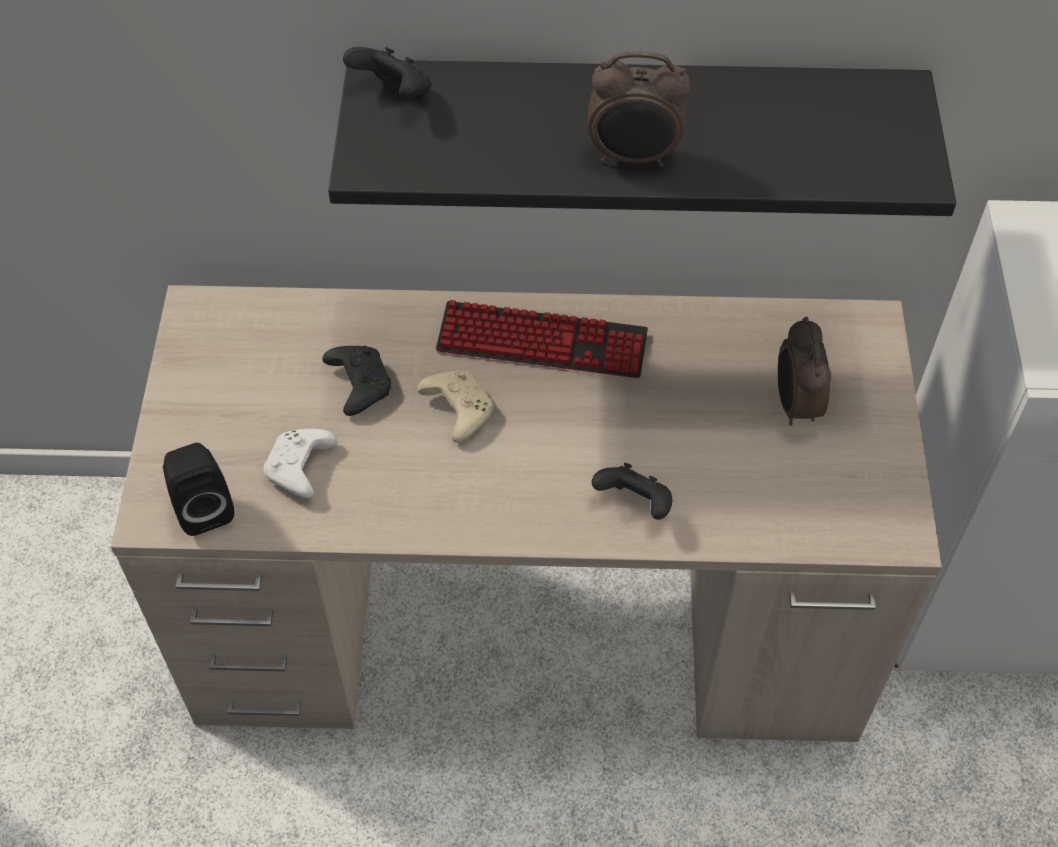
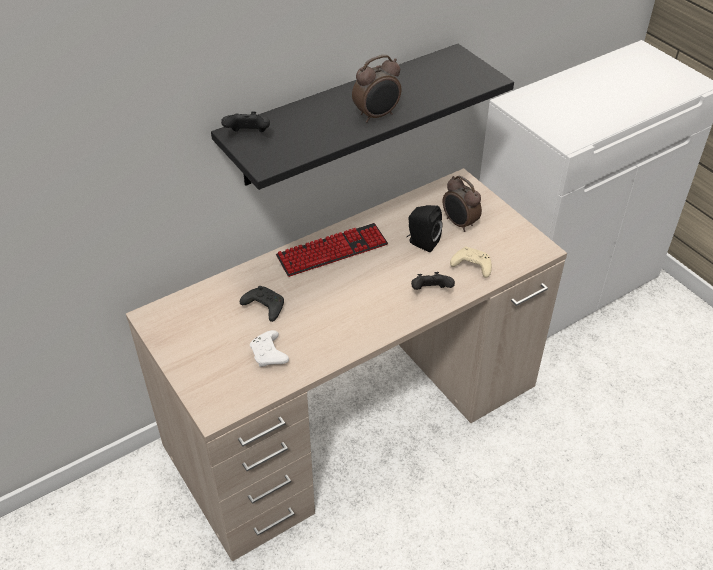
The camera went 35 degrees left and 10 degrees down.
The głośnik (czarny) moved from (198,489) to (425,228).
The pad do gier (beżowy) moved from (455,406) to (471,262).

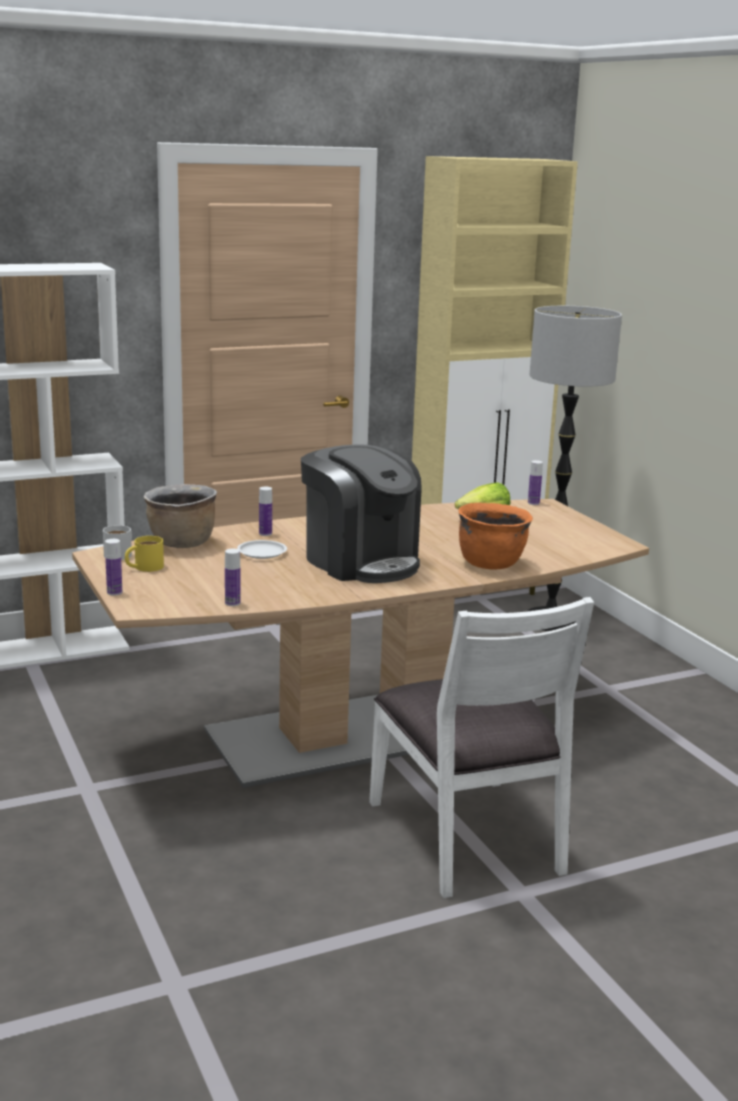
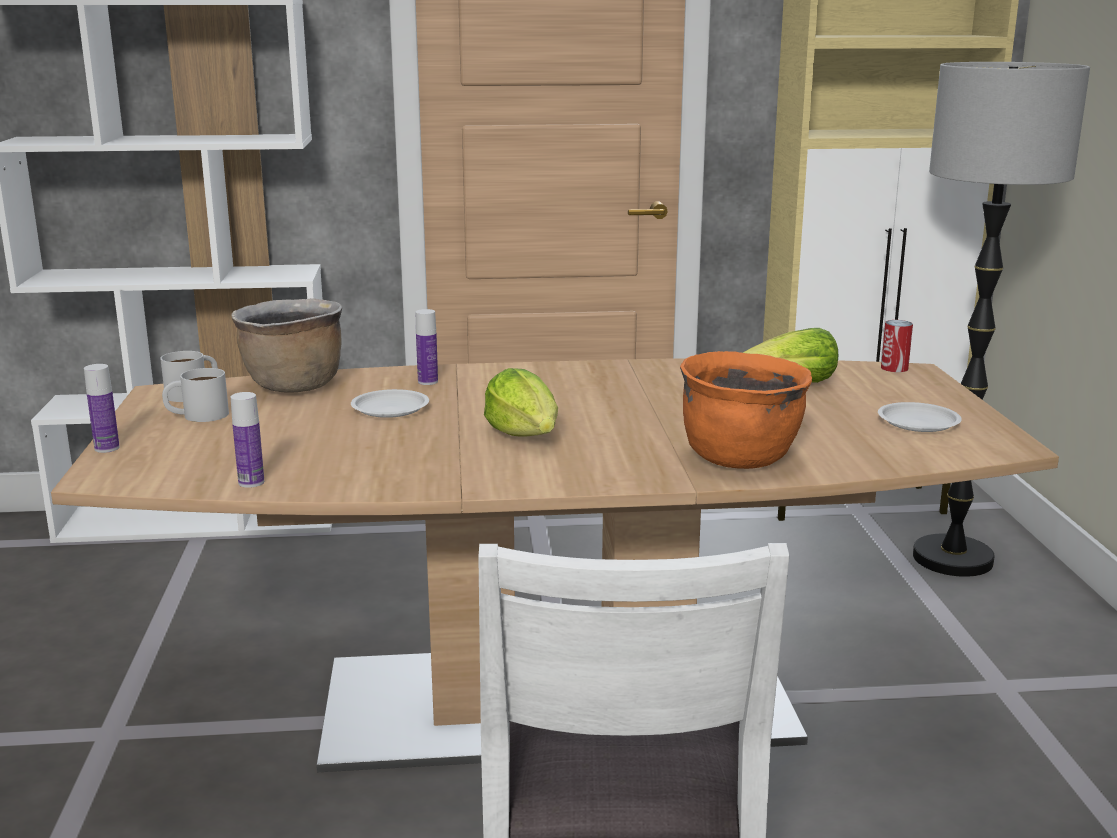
The camera went 20 degrees right and 0 degrees up.
The talerz (biały) at (920,417) appeared.
The ekspres do kawy at (361,514) was replaced by the sałata at (521,402).
The butelka at (535,482) was replaced by the puszka at (897,346).
The kubek (żółty) at (144,554) became the kubek (biały) at (195,395).

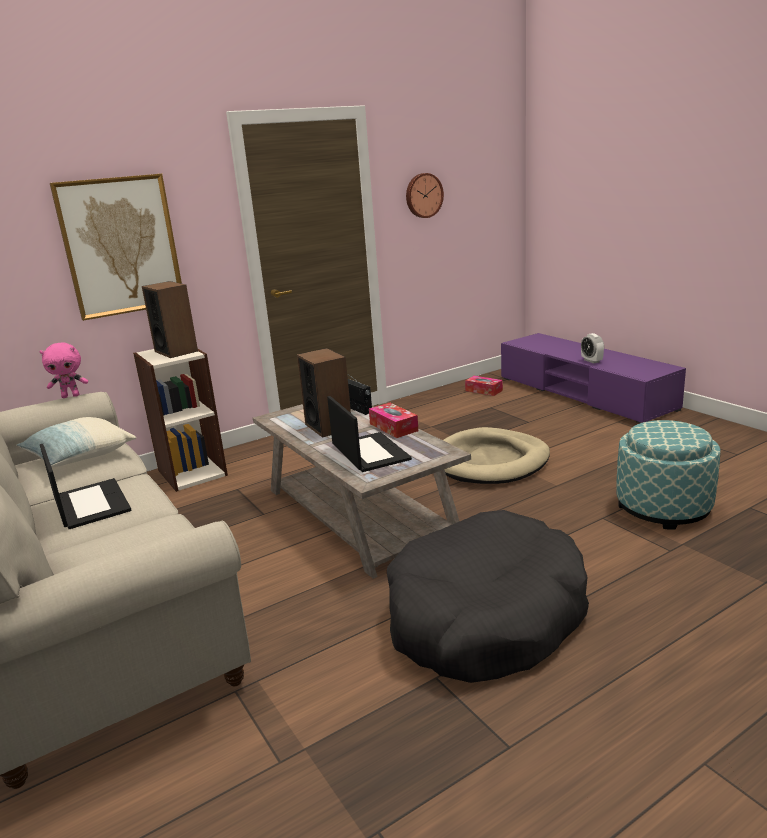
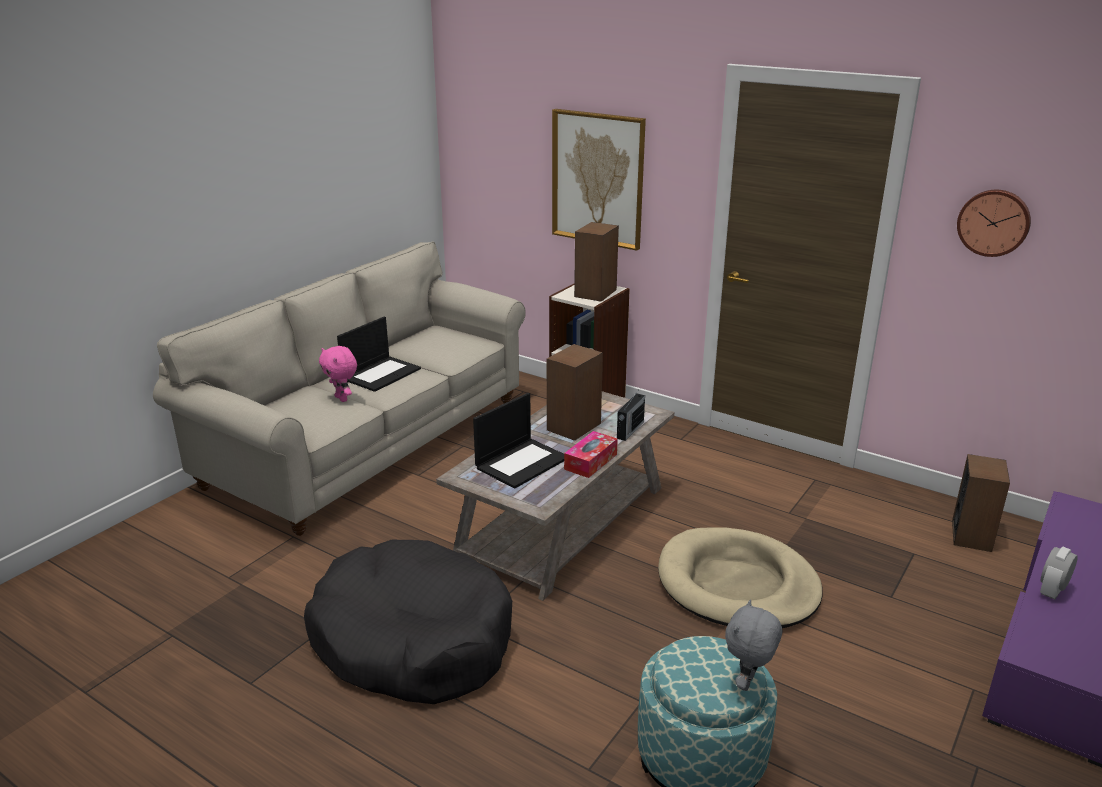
The camera went 65 degrees right and 5 degrees up.
The poduszka at (76,442) disappeared.
The pluszak (szary) at (753,645) appeared.
The pluszak (różowy) moved from (64,370) to (338,374).
The pudełko chusteczek at (484,386) was replaced by the głośnik at (981,503).

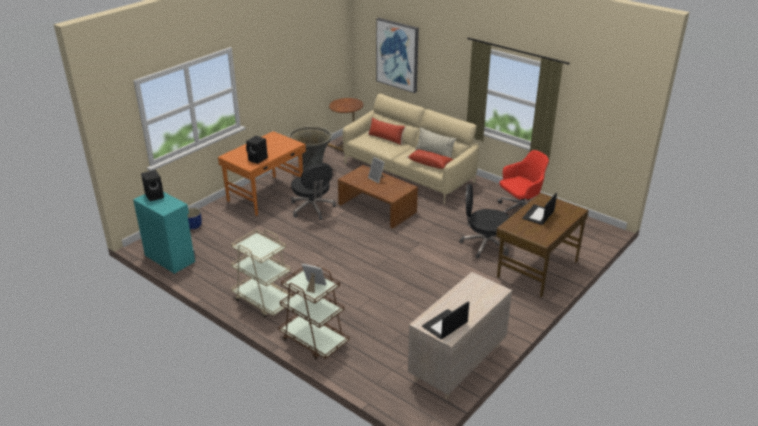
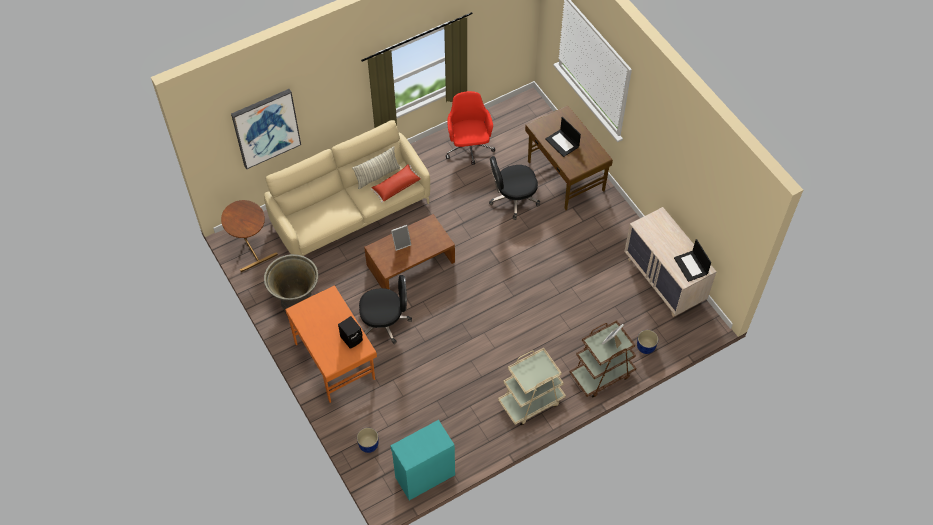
The camera went 70 degrees left and 25 degrees up.
The głośnik (czarny) at (152,185) disappeared.
The poduszka (czerwony) at (387,131) disappeared.
The donica (niebieski) at (647,342) appeared.
The krzesło biurowe (czarny) at (484,221) turned 45 degrees clockwise.

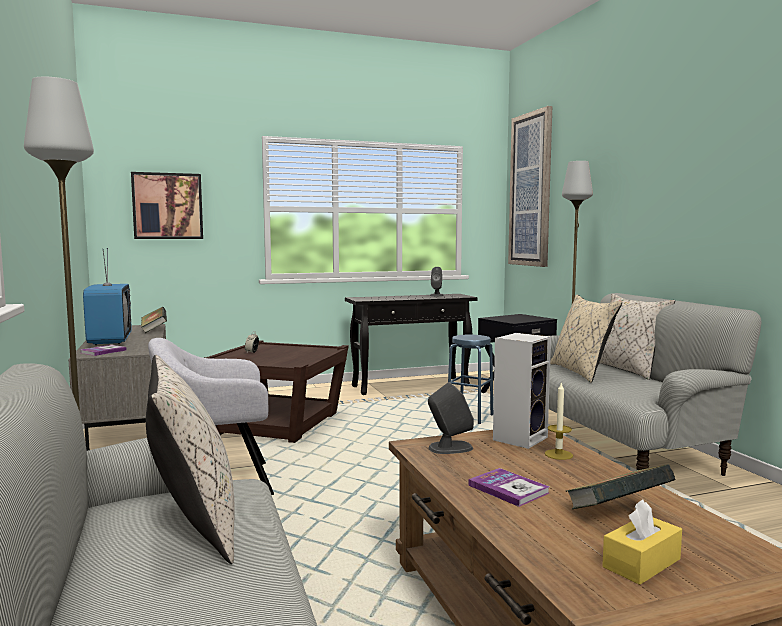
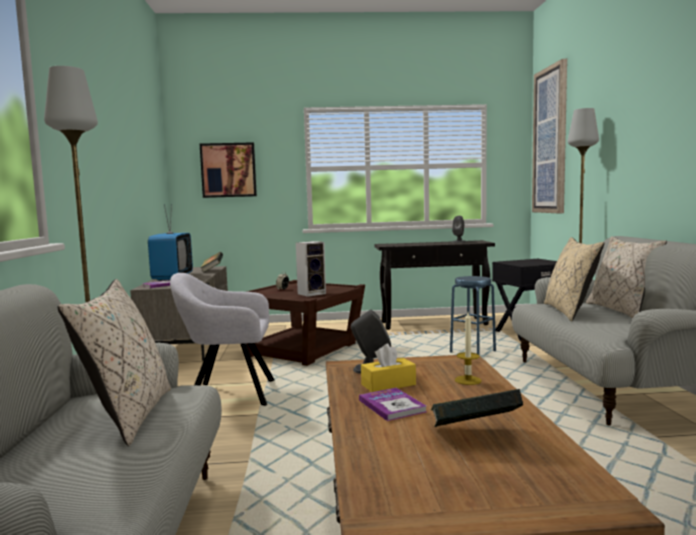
The camera went 15 degrees right and 0 degrees up.
The głośnik moved from (522,391) to (311,269).
The pudełko chusteczek (żółty) moved from (642,542) to (388,368).

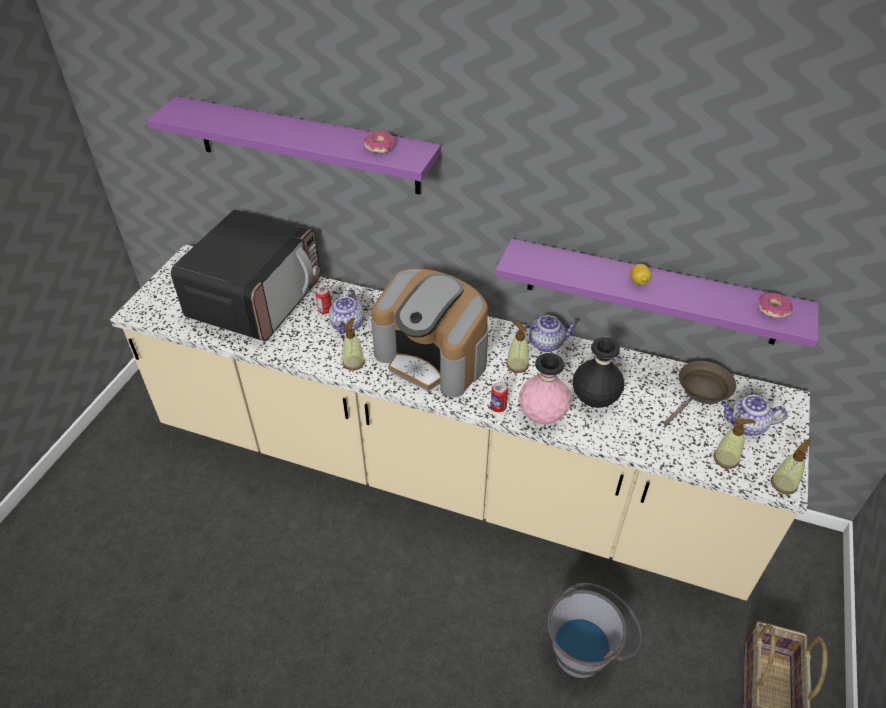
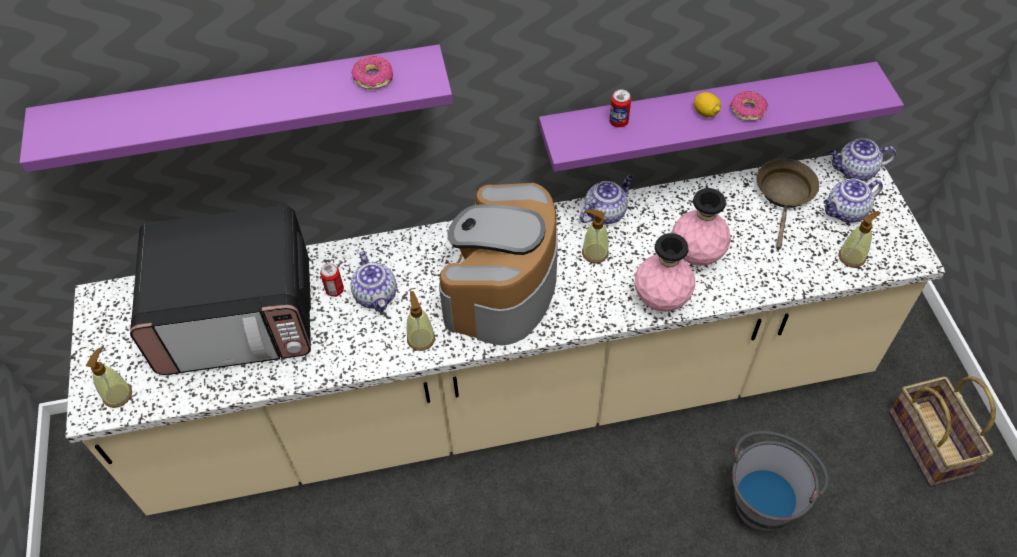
The camera went 30 degrees left and 10 degrees up.
The imbryk at (862,159) appeared.
The puszka moved from (499,397) to (620,109).
The donut moved from (775,305) to (749,106).
The dozownik mydła moved from (791,467) to (109,378).
The wazon (czarny) at (598,372) became the wazon (różowy) at (701,227).
The mikrofalówka at (246,275) turned 90 degrees clockwise.
The ekspres do kawy at (430,332) turned 105 degrees clockwise.

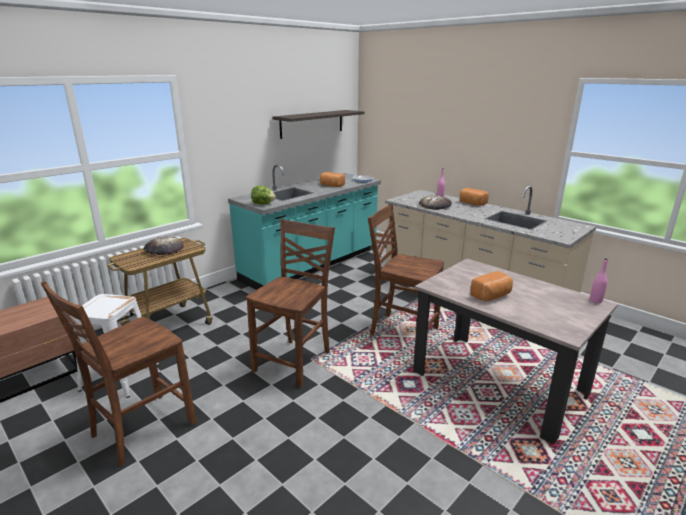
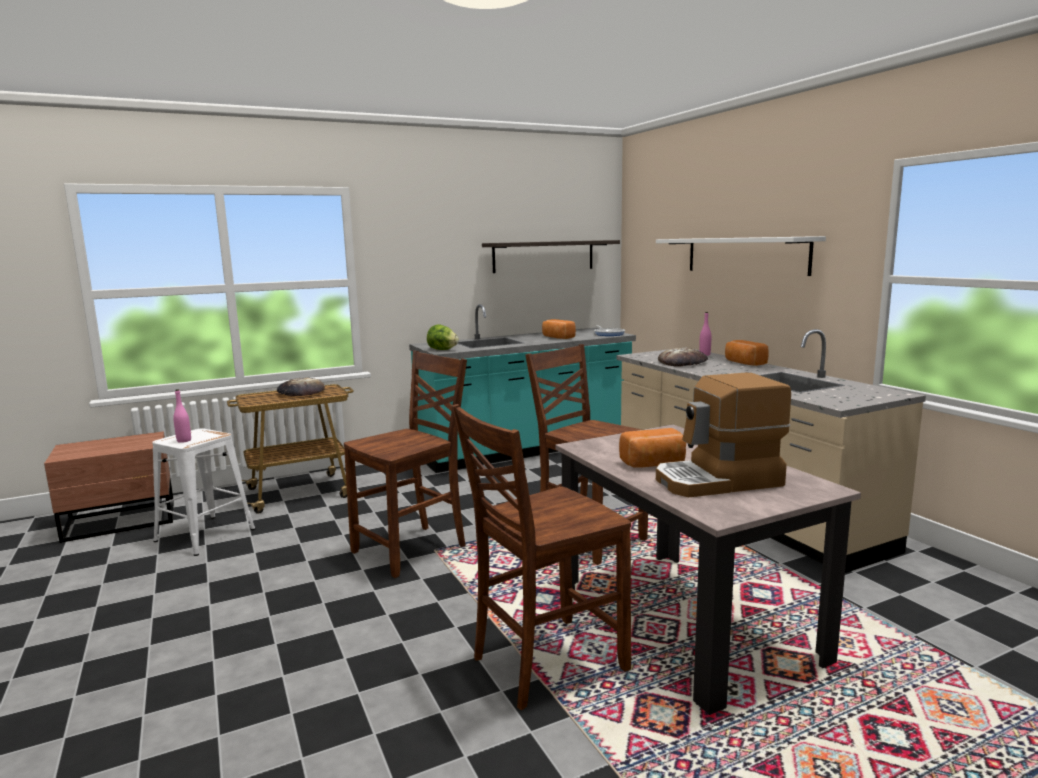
The camera went 20 degrees right and 10 degrees down.
The półka (biały) at (741,256) appeared.
The ekspres do kawy at (723,435) appeared.
The krzesło (brązowy) moved from (118,374) to (541,557).
The butelka (różowy) moved from (599,281) to (182,416).

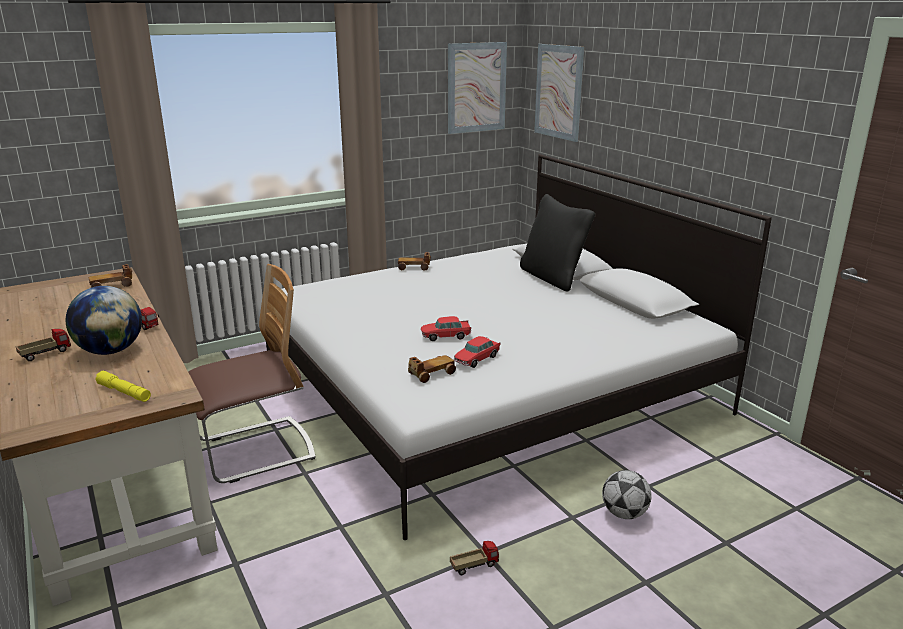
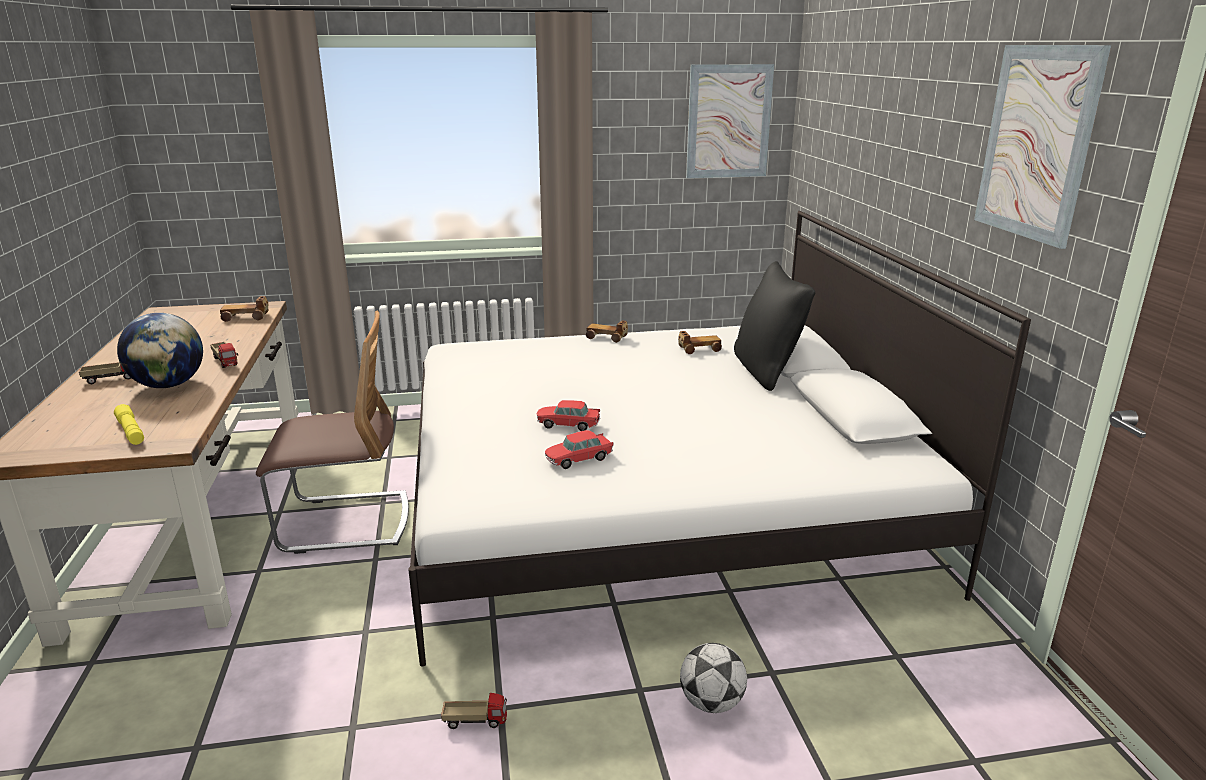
The camera went 20 degrees right and 0 degrees up.
The samochodzik moved from (432,369) to (700,342).
The obraz moved from (559,93) to (1042,147).

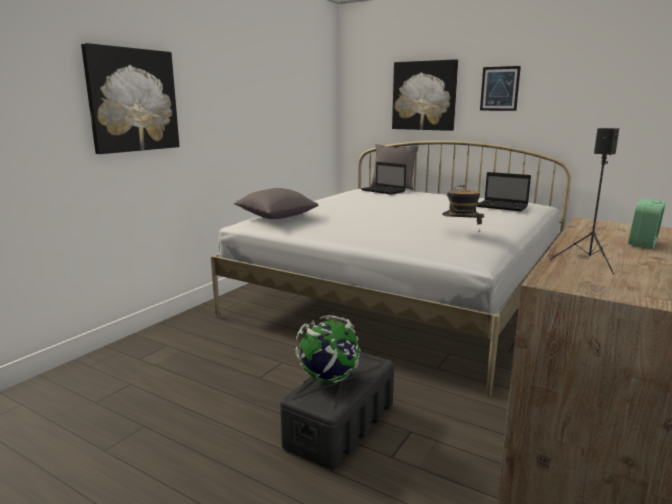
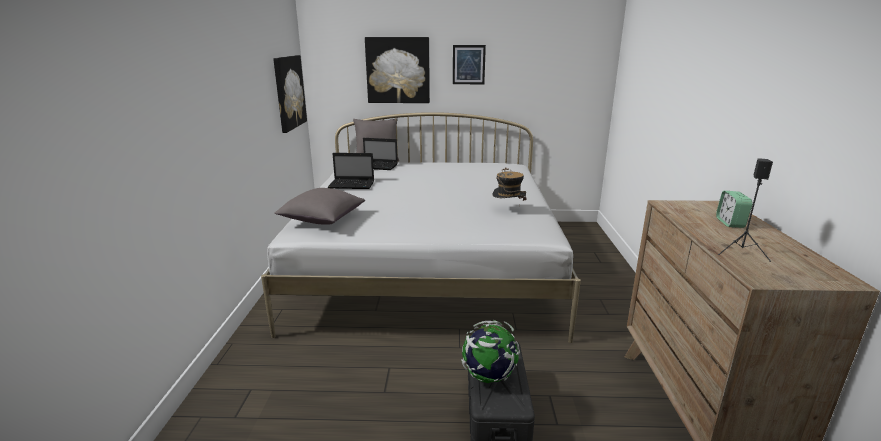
The camera went 30 degrees left and 5 degrees up.
The obraz moved from (130,98) to (290,94).
The laptop moved from (504,191) to (351,171).

